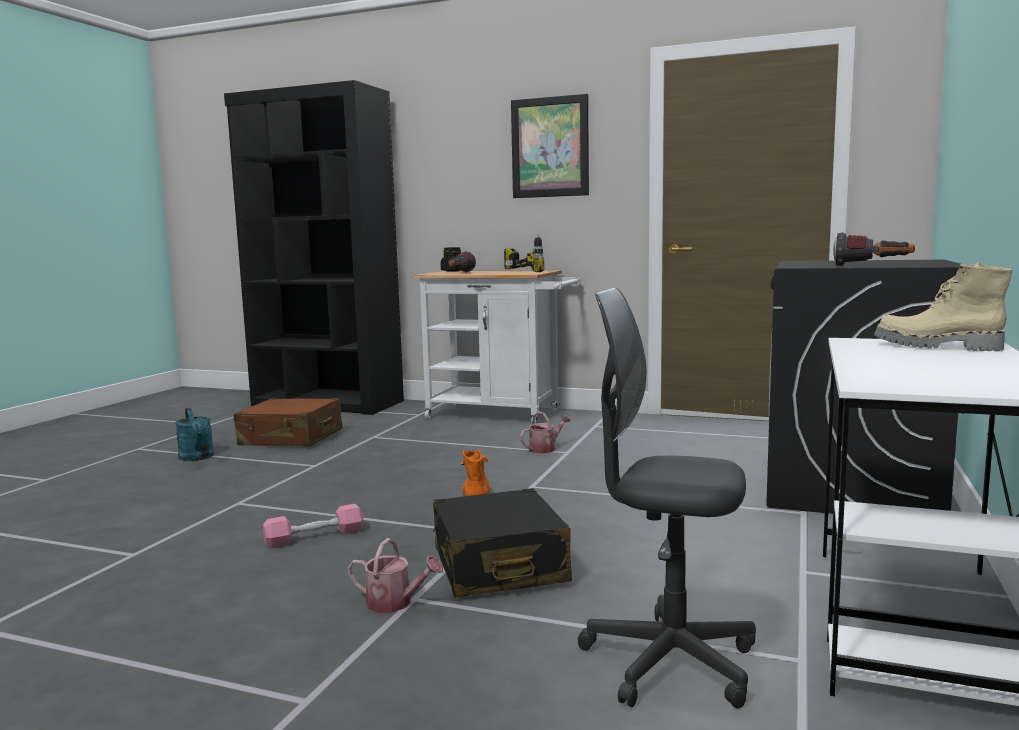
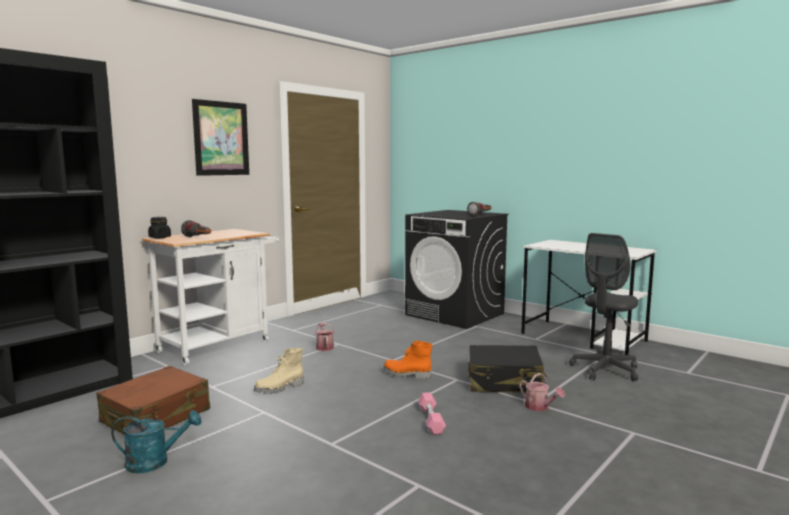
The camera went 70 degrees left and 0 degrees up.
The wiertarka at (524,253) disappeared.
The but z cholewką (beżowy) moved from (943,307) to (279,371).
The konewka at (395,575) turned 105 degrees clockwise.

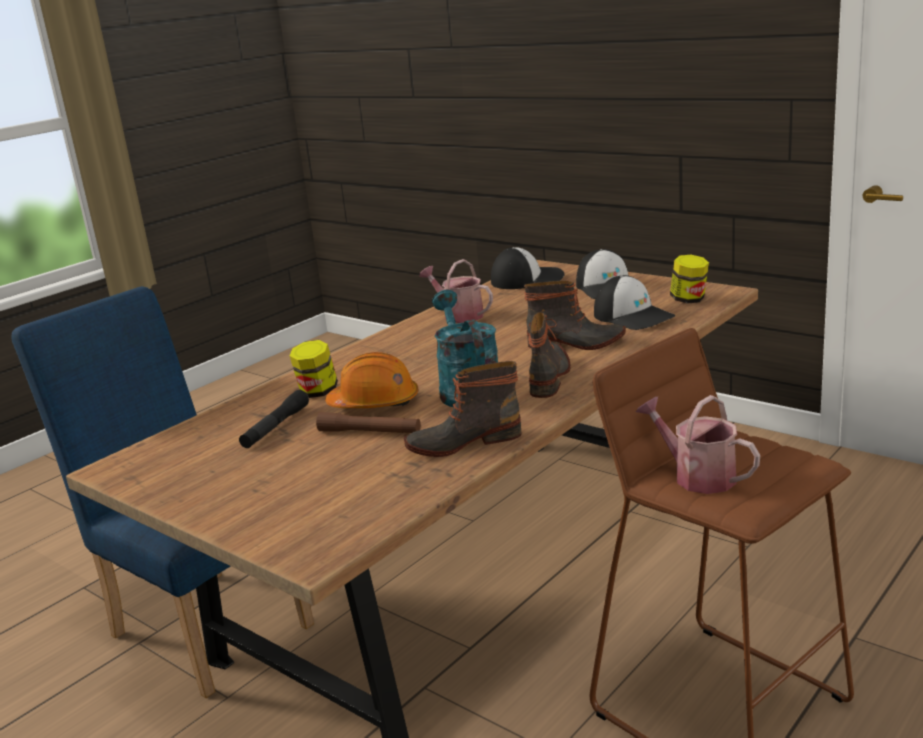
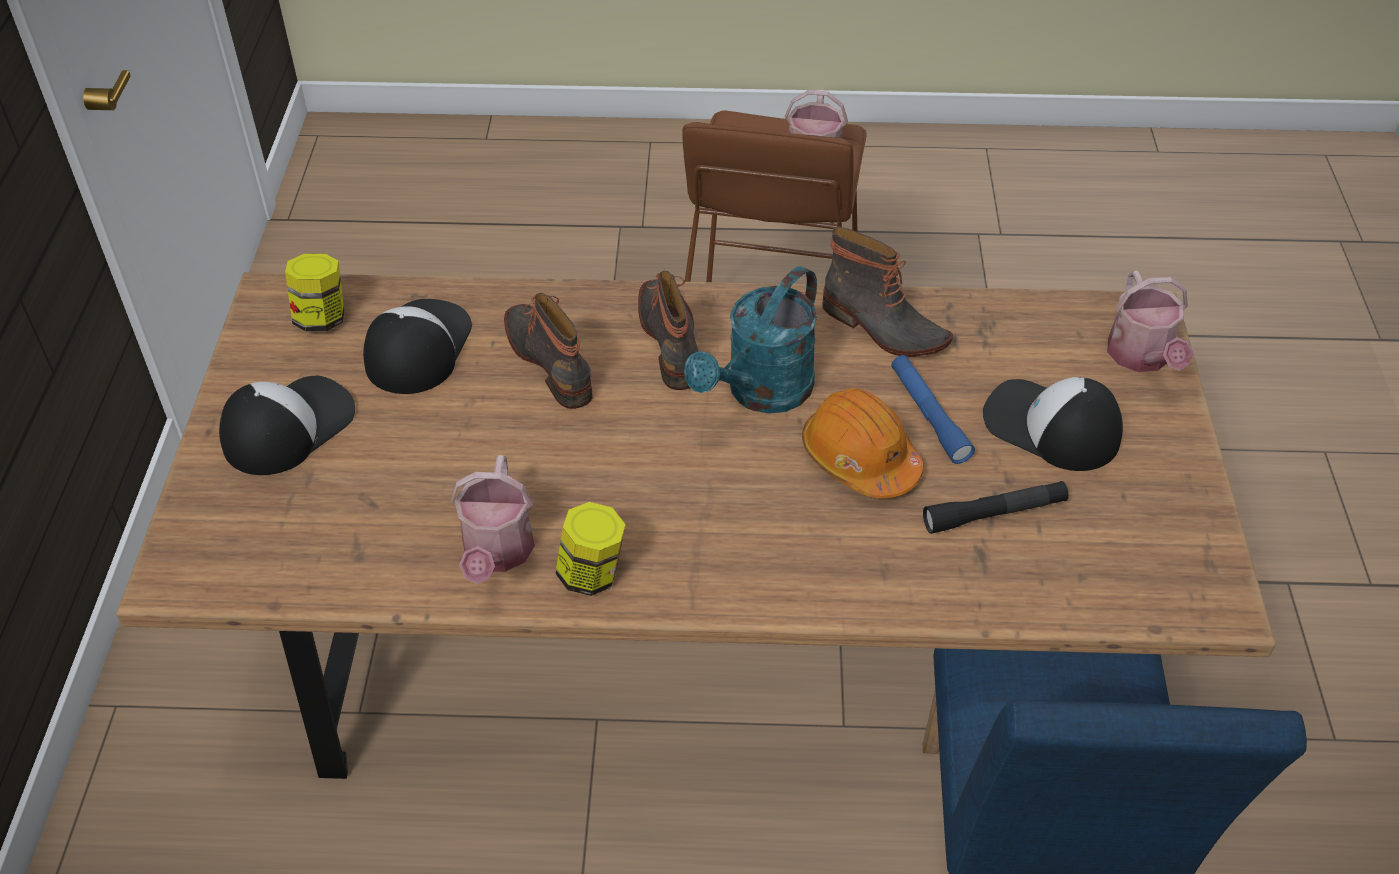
The camera went 130 degrees left and 25 degrees up.
The konewka at (1150,321) appeared.
The słoik moved from (314,369) to (590,549).
The czapka z daszkiem moved from (527,268) to (1053,424).
The latarka (brązowy) at (368,422) became the latarka (niebieski) at (933,409).
The but z cholewką at (550,355) turned 105 degrees clockwise.

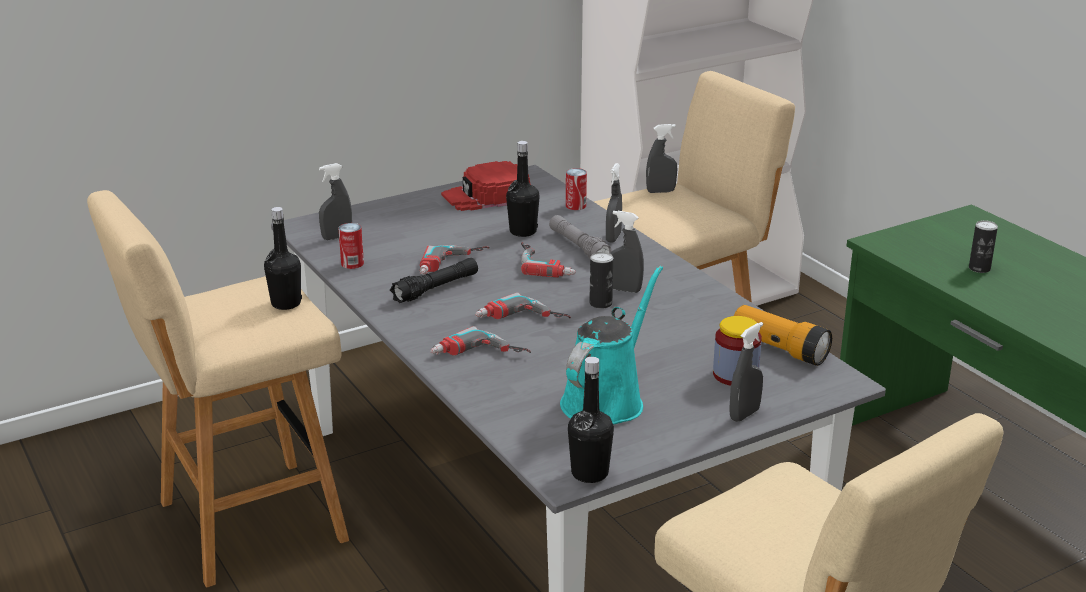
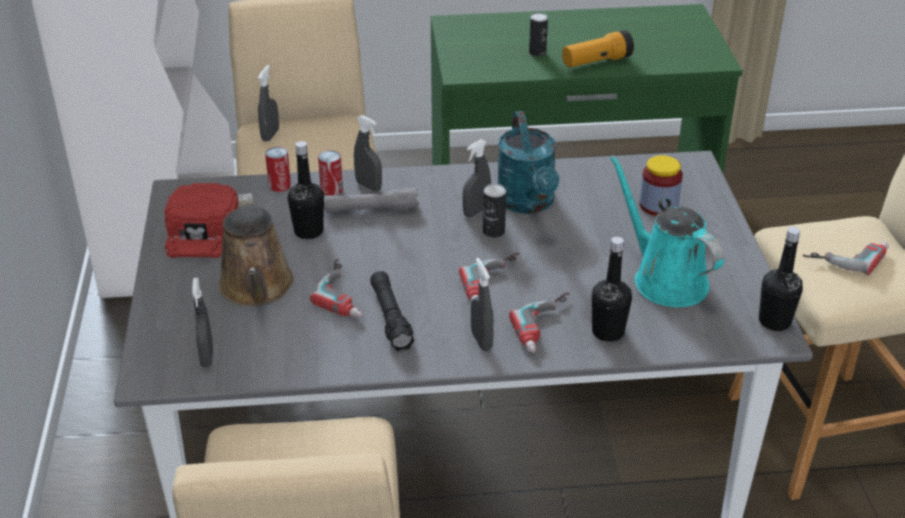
The camera went 65 degrees left and 10 degrees up.
The konewka (brązowy) at (256,249) appeared.
The konewka (turkusowy) at (528,162) appeared.
The butelka (czarny) moved from (283,258) to (611,289).
The puszka moved from (351,246) to (330,172).
The wiertarka moved from (548,260) to (846,258).
The spryskiwacz (szary) moved from (746,372) to (482,304).
The latarka moved from (783,335) to (598,48).

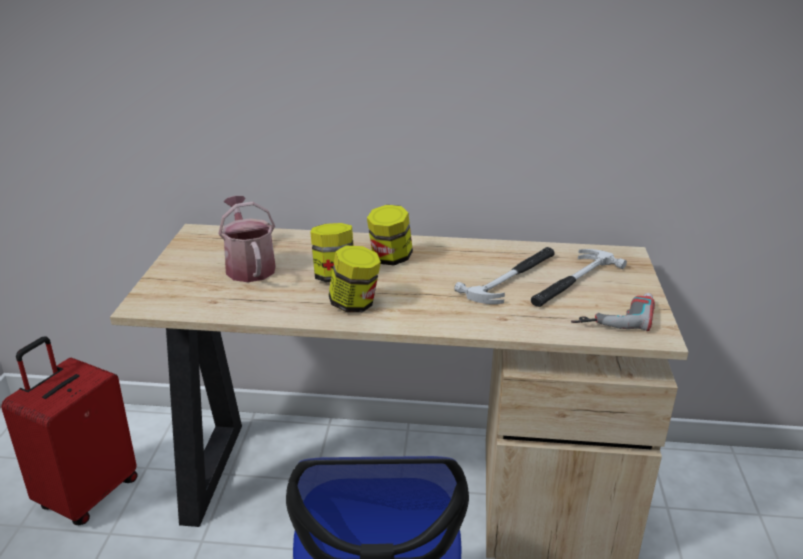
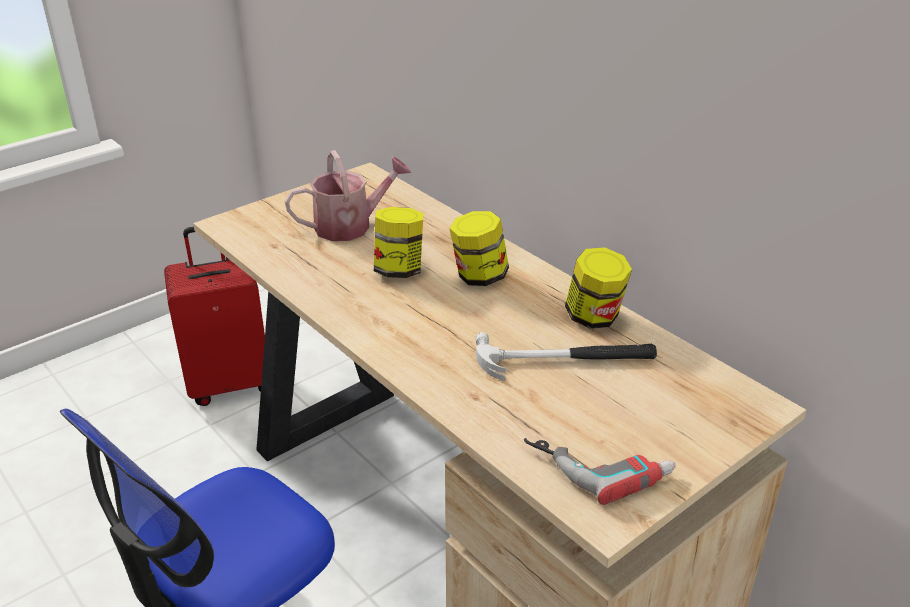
The camera went 45 degrees right and 5 degrees up.
The młotek at (579,278) disappeared.
The słoik moved from (355,279) to (598,288).
The konewka at (246,239) turned 45 degrees clockwise.

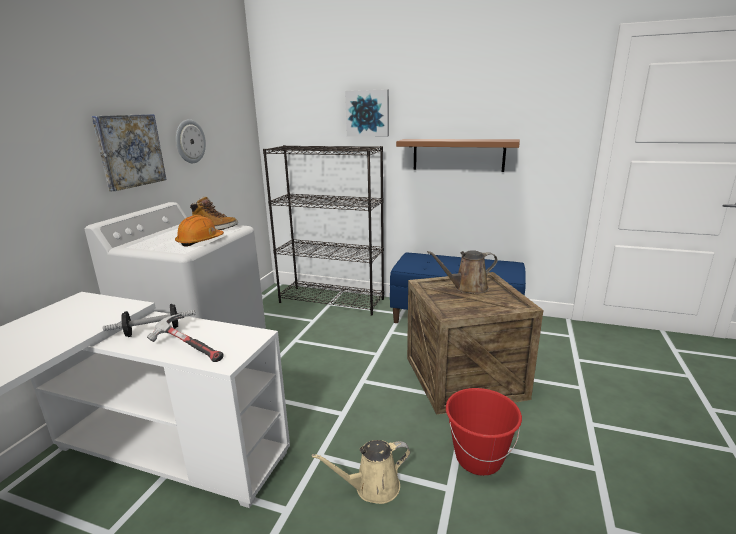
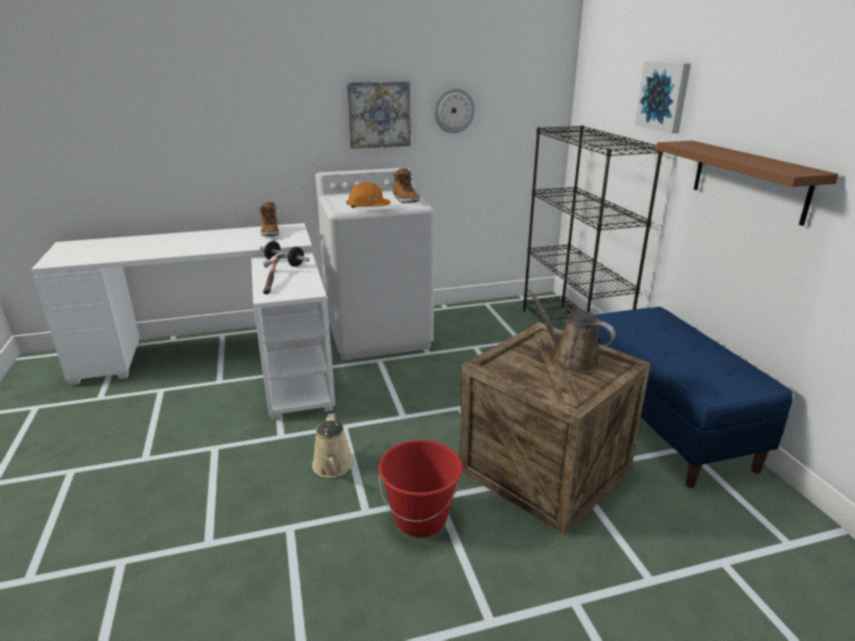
The camera went 55 degrees right and 5 degrees up.
The but z cholewką at (269,218) appeared.
The konewka (beżowy) at (361,472) turned 135 degrees counterclockwise.

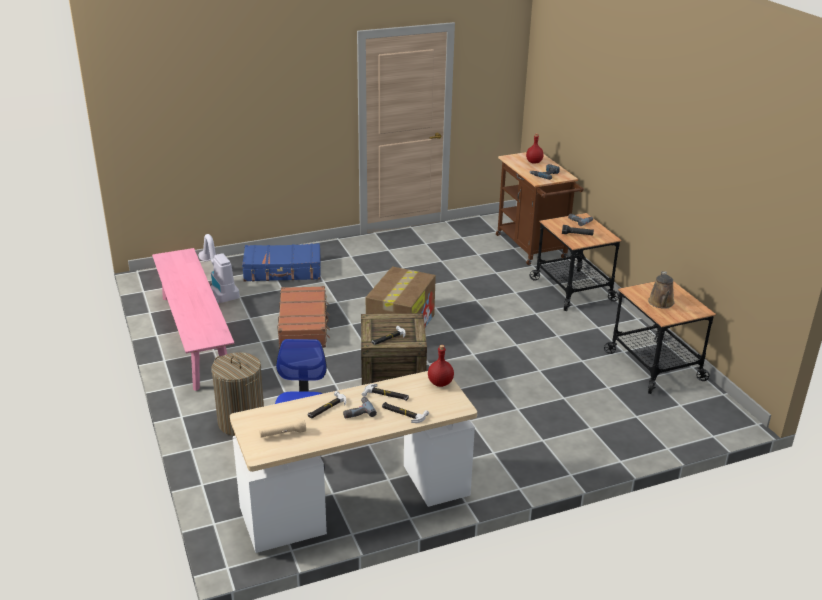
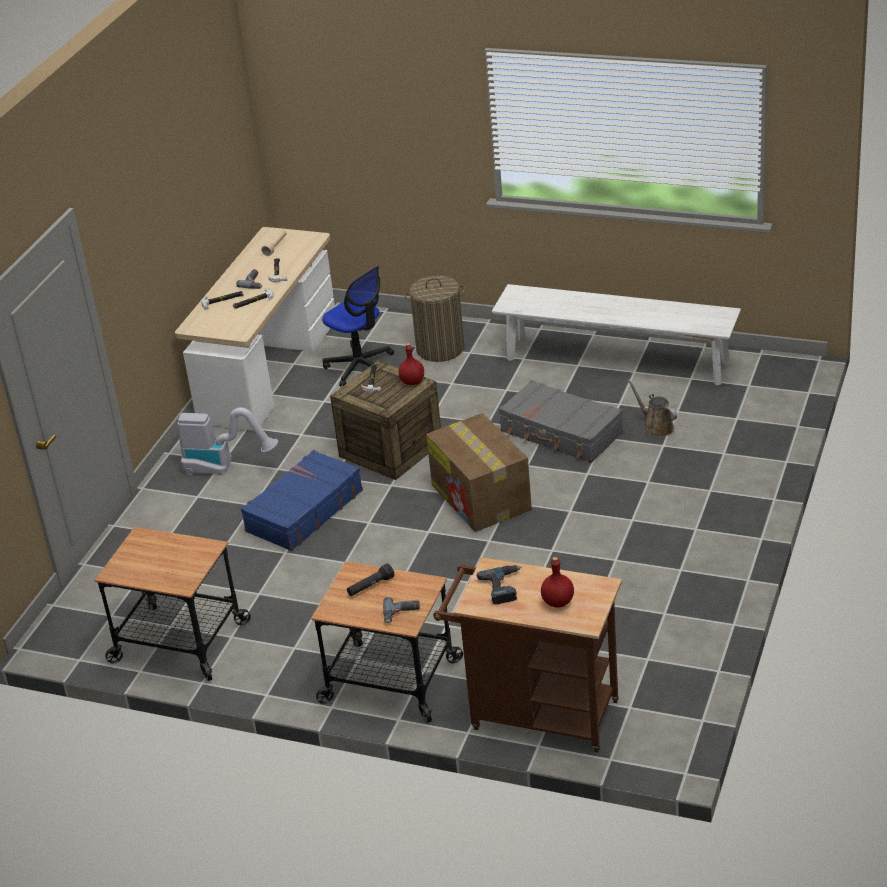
The camera went 135 degrees right and 5 degrees up.
The odkurzacz moved from (219,268) to (227,441).
The walizka (niebieski) moved from (281,262) to (302,500).
The butelka (czerwony) moved from (441,366) to (411,364).
The konewka (brązowy) moved from (661,290) to (652,408).
The ławka (różowy) at (193,319) became the ławka (biały) at (616,334).
The walizka (brązowy) at (303,317) became the walizka (szary) at (561,421).

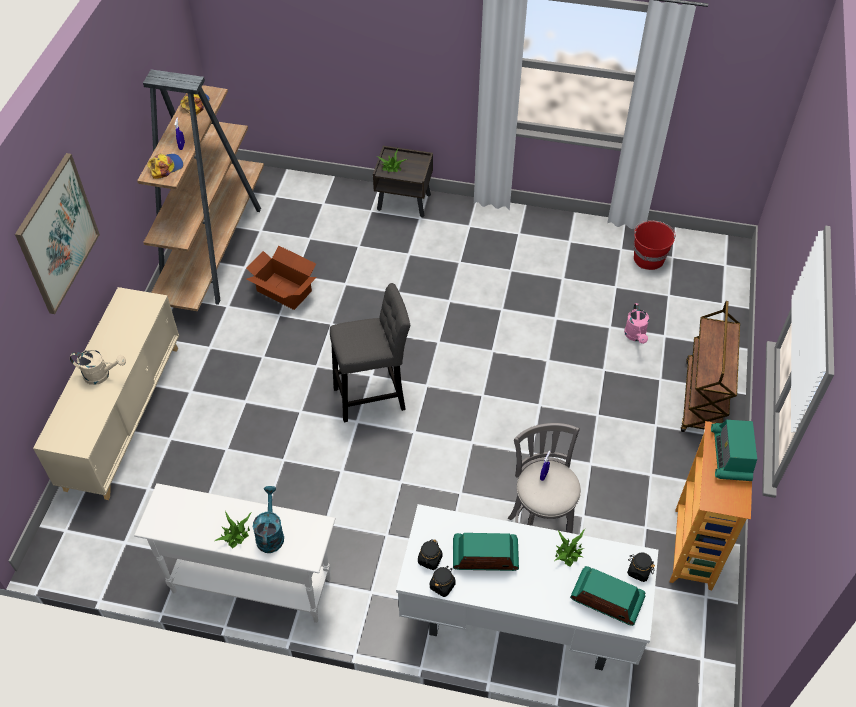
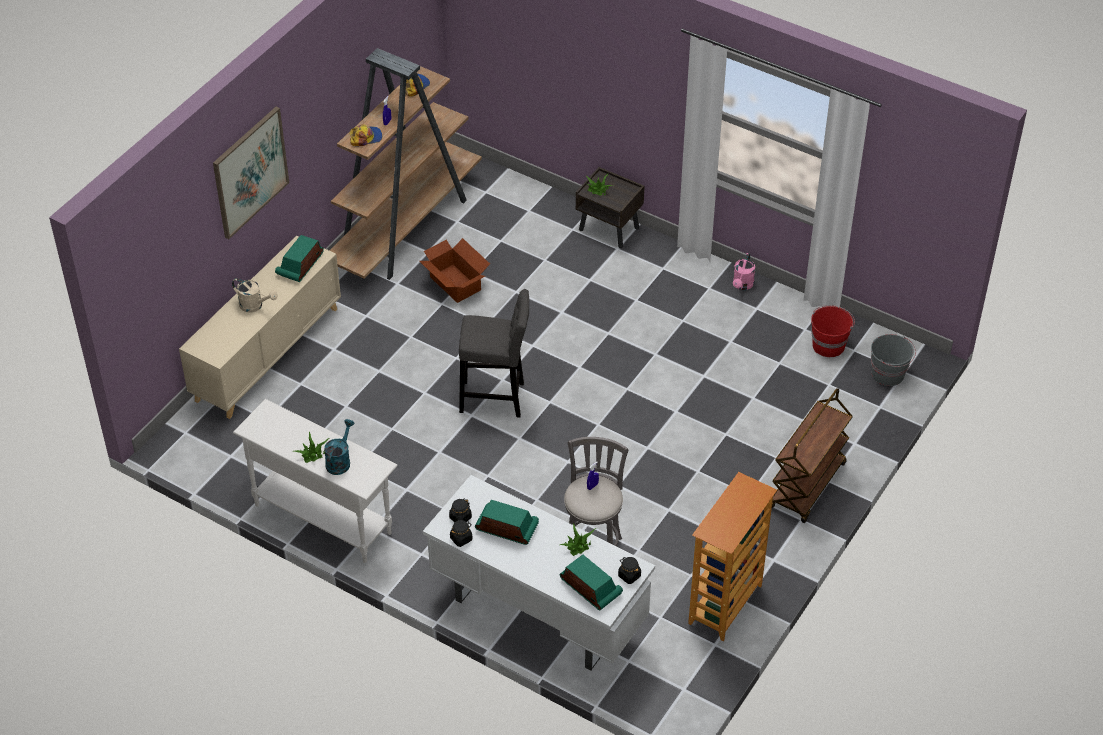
The camera went 20 degrees right and 5 degrees down.
The wiadro (szary) at (893,360) appeared.
The konewka (różowy) moved from (636,323) to (744,271).
The radio moved from (734,450) to (299,258).

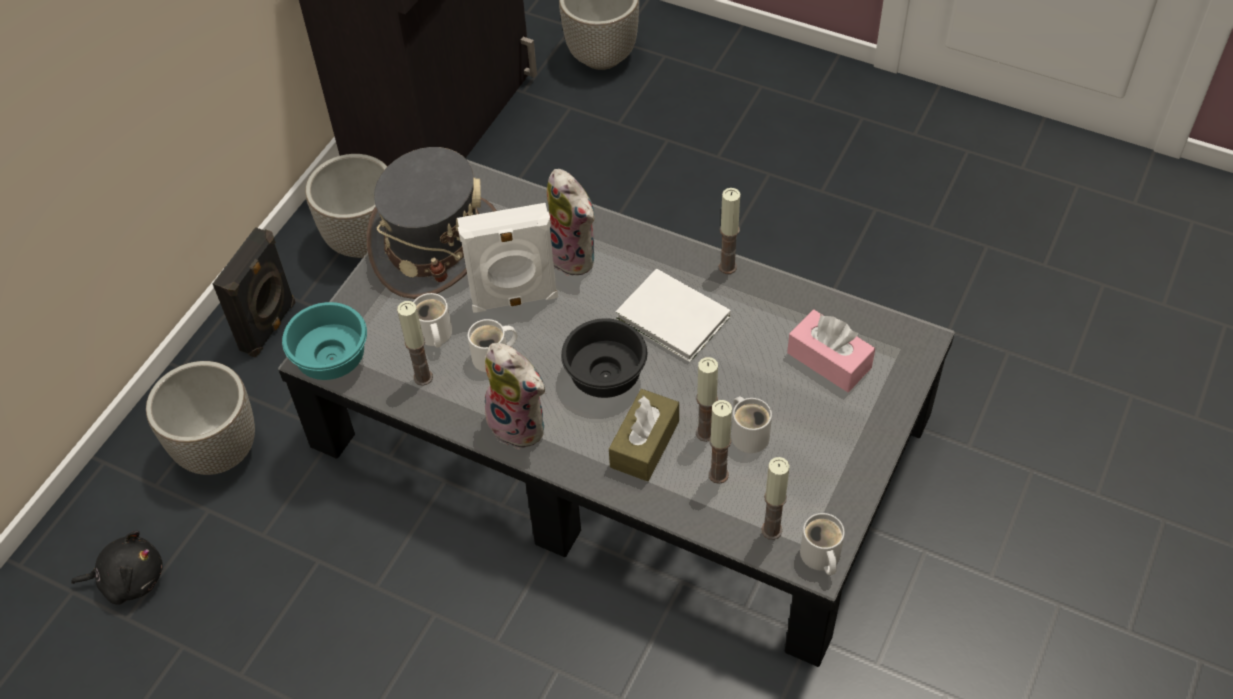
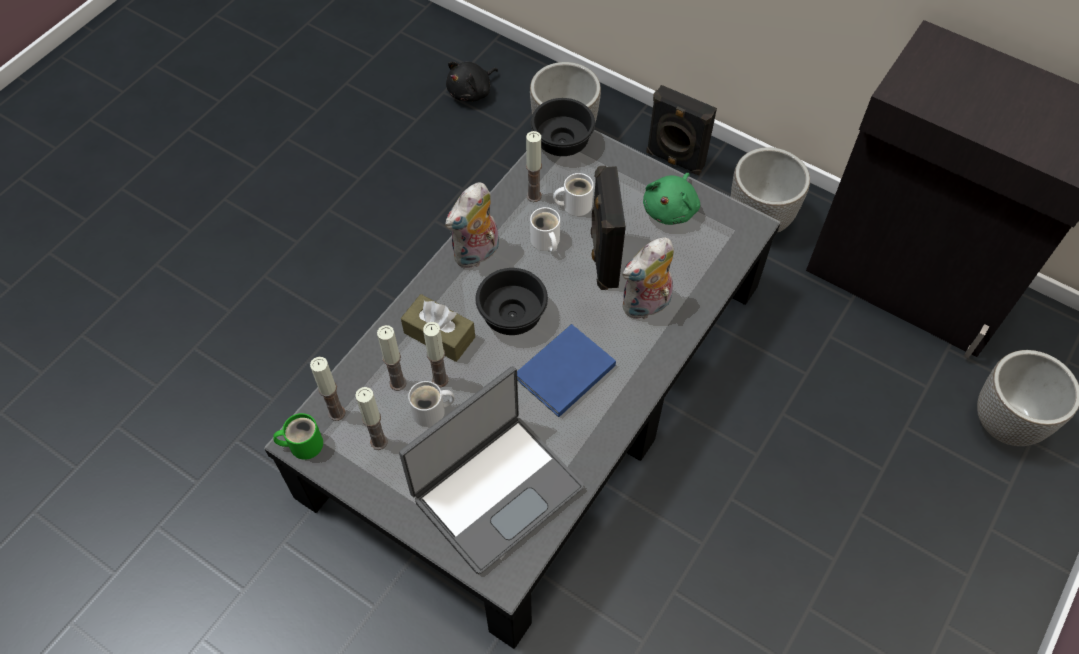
The camera went 95 degrees right and 5 degrees up.
The świeca moved from (729,231) to (371,418).
The kapelusz (szary) at (432,223) was replaced by the pluszak (zielony) at (671,199).
The pudełko chusteczek (różowy) at (831,351) was replaced by the laptop at (491,470).
The miska (turkusowy) at (324,341) became the miska (czarny) at (563,127).
The głośnik (biały) at (507,257) became the głośnik (czarny) at (608,228).
The książka (biały) at (673,315) became the książka (niebieski) at (566,370).
The kubek (biały) at (822,544) became the kubek (zielony) at (298,436).
The pluszak (czarny) at (117,568) turned 45 degrees clockwise.

